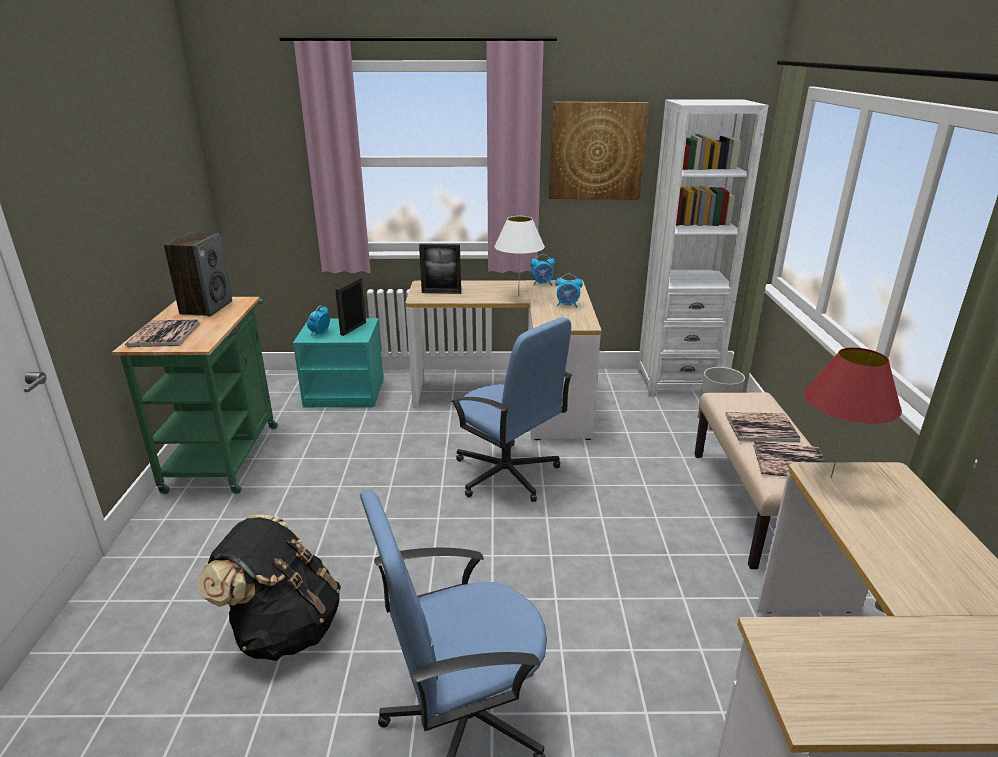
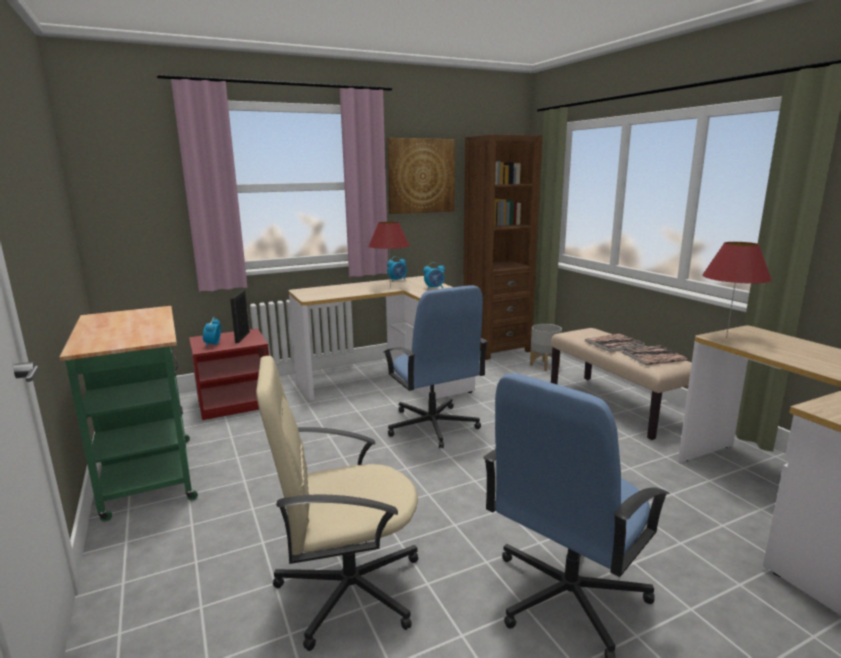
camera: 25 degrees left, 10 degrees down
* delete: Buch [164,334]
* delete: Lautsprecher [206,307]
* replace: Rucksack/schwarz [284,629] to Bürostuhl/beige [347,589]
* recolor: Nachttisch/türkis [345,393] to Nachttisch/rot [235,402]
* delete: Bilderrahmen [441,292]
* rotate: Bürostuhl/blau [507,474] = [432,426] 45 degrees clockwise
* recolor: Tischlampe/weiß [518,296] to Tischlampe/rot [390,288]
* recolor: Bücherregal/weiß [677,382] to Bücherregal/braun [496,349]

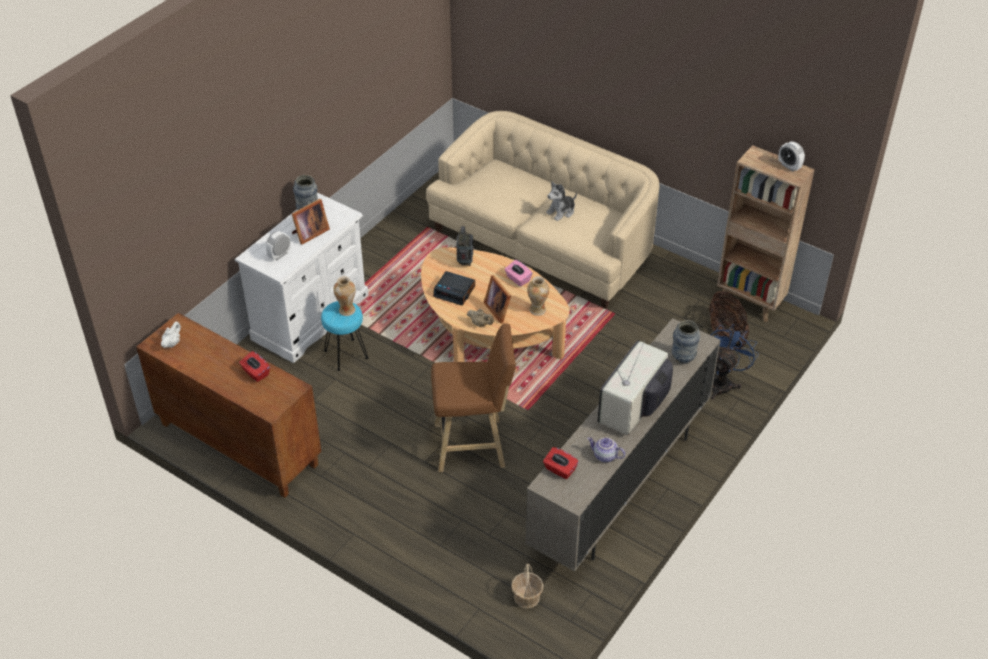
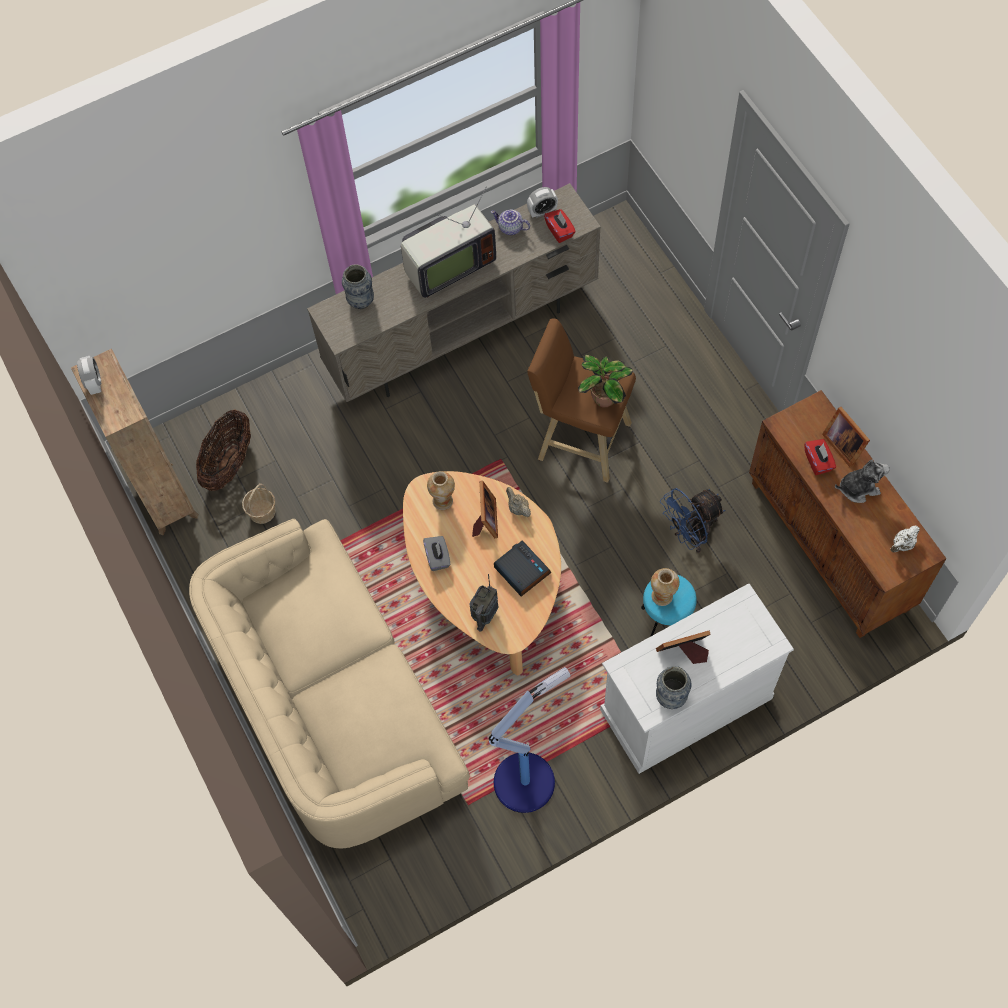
camera: 150 degrees left, 20 degrees up
* move: Wecker [279,255] to [542,211]
* recolor: Taschentuchbox/rosa [518,279] to Taschentuchbox/grau [438,557]
* move: Korb [526,597] to [262,511]
* move: Plüschtier [561,211] to [858,487]
* rotate: Teekanne [604,456] = [510,228] 150 degrees clockwise
* move: Ventilator/blau [723,382] to [690,534]
* insert: Stehlampe [526,780]
* insert: Topfpflanze [602,398]
* insert: Bilderrahmen [843,444]

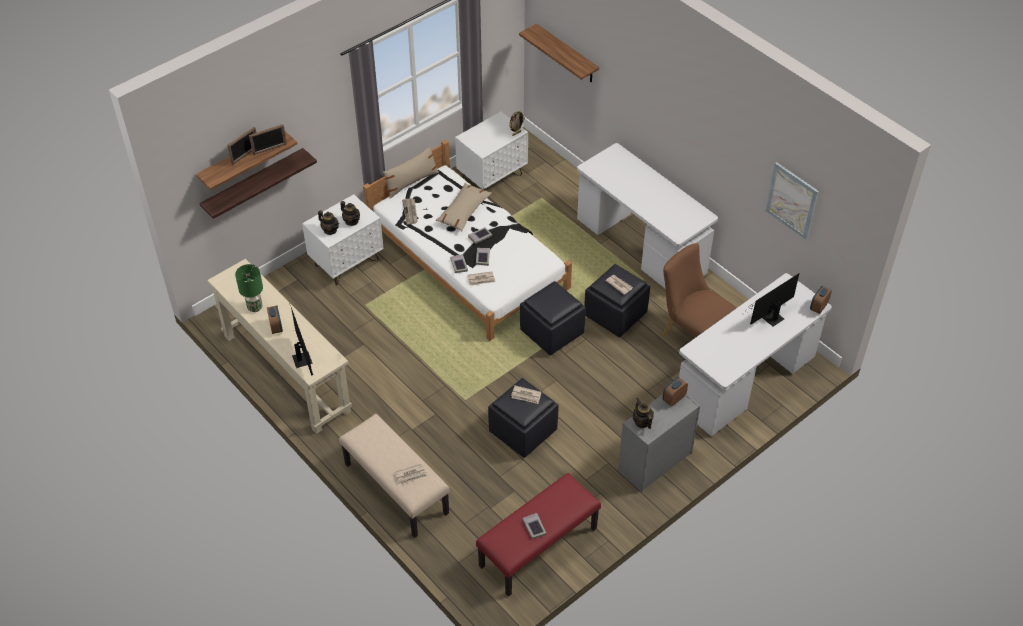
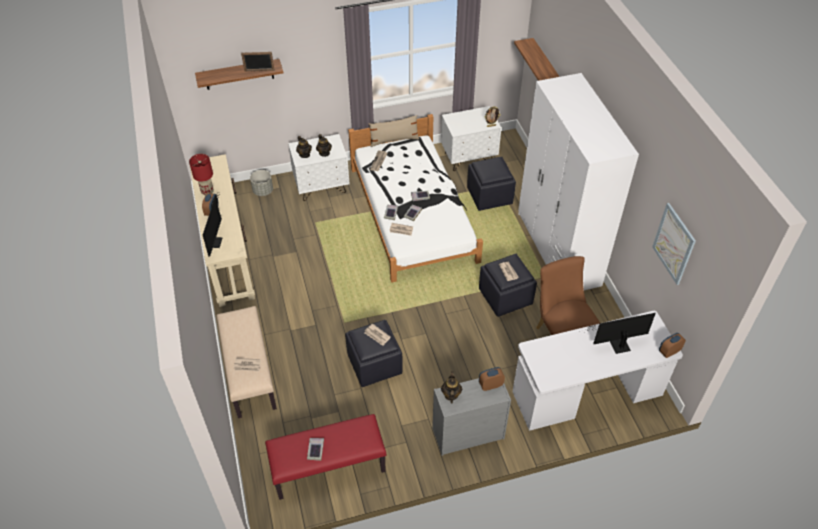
camera: 25 degrees right, 0 degrees up
* delete: Wandregal [254,184]
* delete: Bilderrahmen [245,155]
* recolor: Tischlampe/grün [254,307] to Tischlampe/rot [207,192]
* delete: Kissen/beige [463,211]
* move: Polsterhocker/schwarz [552,331] to [489,195]
* replace: Schreibtisch/weiß [641,246] to Kleiderschrank/weiß [558,249]
* insert: Pflanzkübel/grau [263,191]

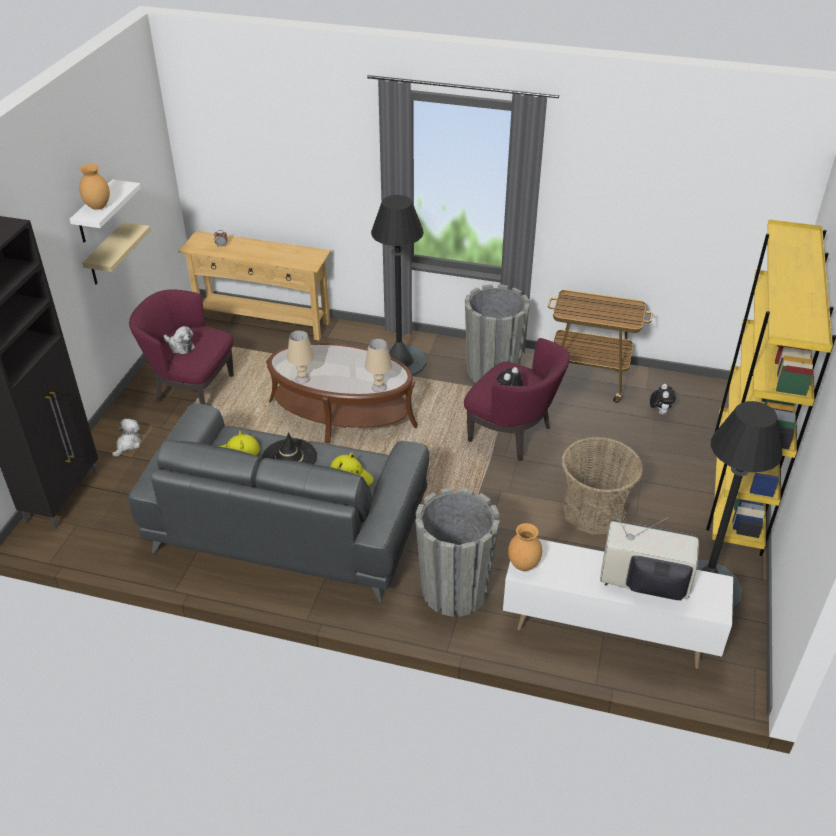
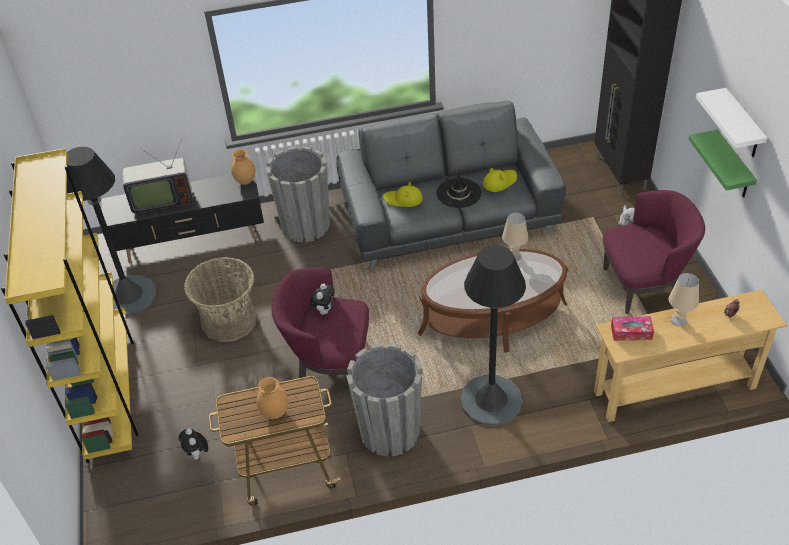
camera: 155 degrees right, 5 degrees up
* move: Vase/braun [98,207] to [274,413]
* recolor: Wandregal/beige [106,255] to Wandregal/grün [733,166]
* delete: Plüschtier [180,346]
* move: Tischlampe/beige [379,387] to [679,320]
* recolor: Fernsehschrank/weiß [608,631] to Fernsehschrank/schwarz [192,242]
* insert: Taschentuchbox [631,332]

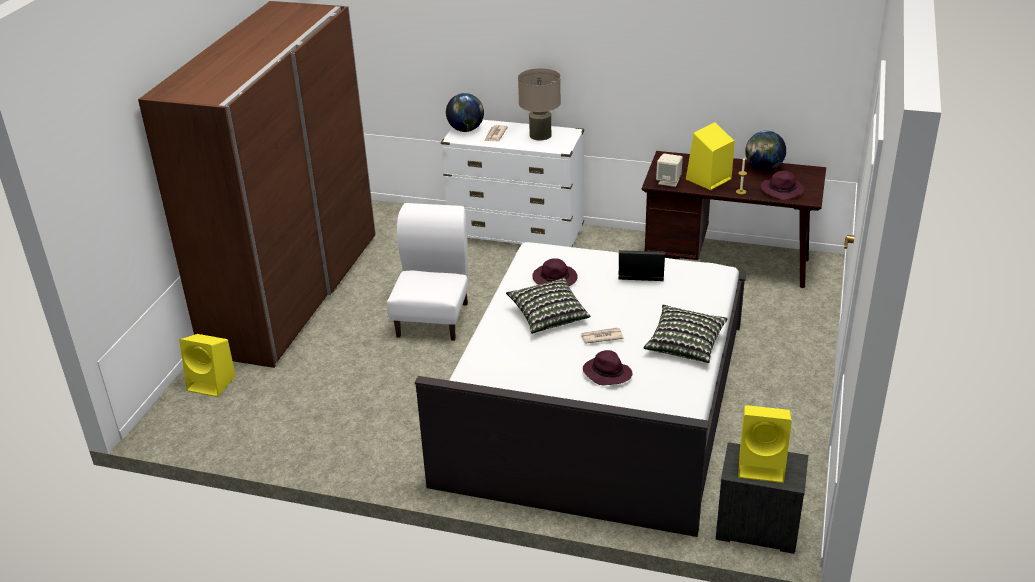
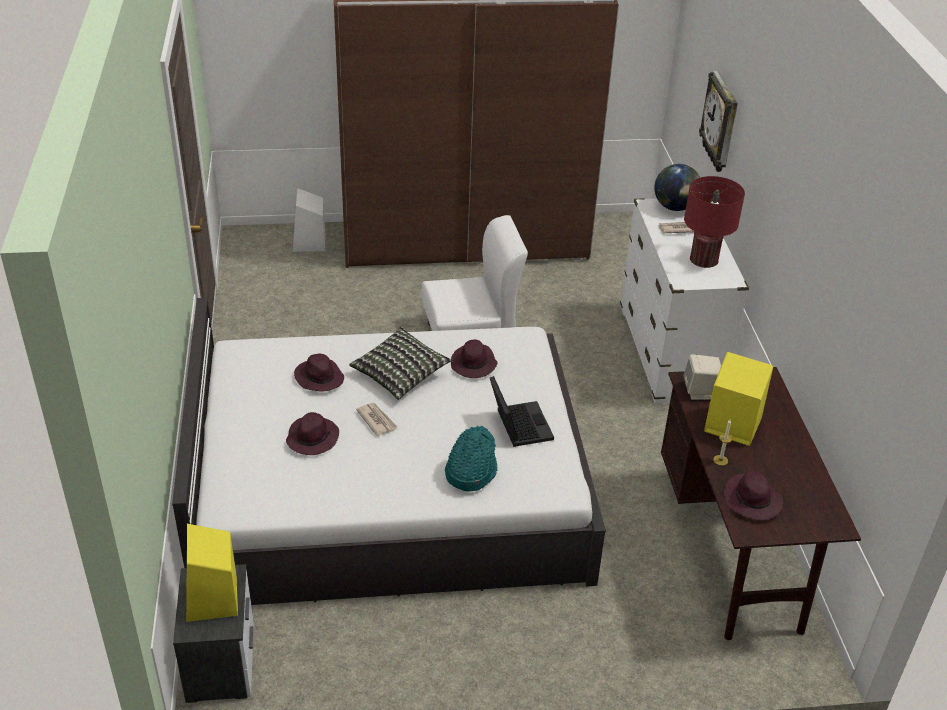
camera: 65 degrees right, 5 degrees up
* recolor: Lautsprecher/gelb [213,383] to Lautsprecher/weiß [309,243]
* recolor: Tischlampe/beige [540,135] to Tischlampe/rot [704,259]
* delete: Kissen [685,345]
* delete: Globus [763,169]
* insert: Hut/lila [319,378]
* insert: Hut/türkis [470,471]
* insert: Wanduhr [721,123]

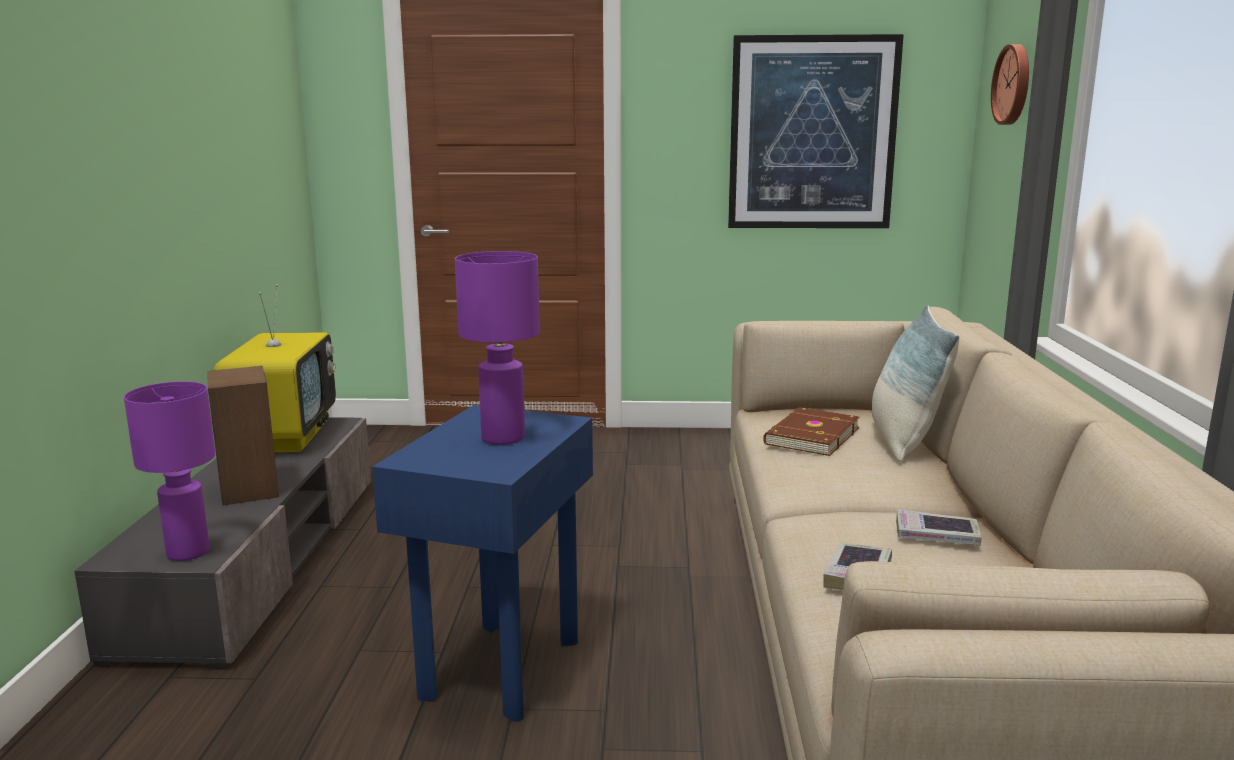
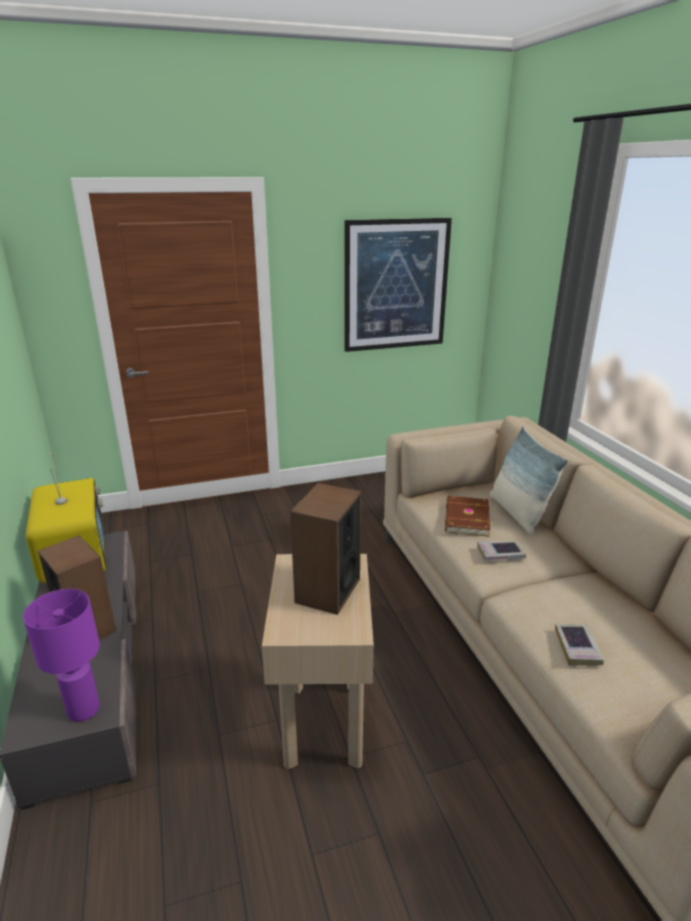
camera: 20 degrees left, 10 degrees up
* recolor: Beistelltisch/blau [499,668] to Beistelltisch/beige [322,724]
* replace: Tischlampe/lila [503,438] to Lautsprecher [327,590]
* move: Buch [936,535] to [500,554]
* delete: Wanduhr [1014,84]

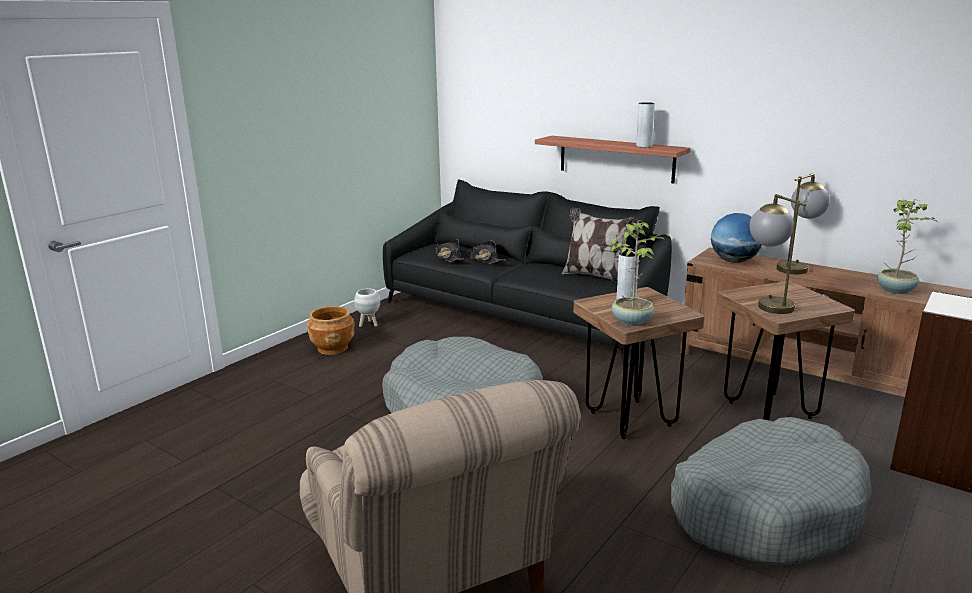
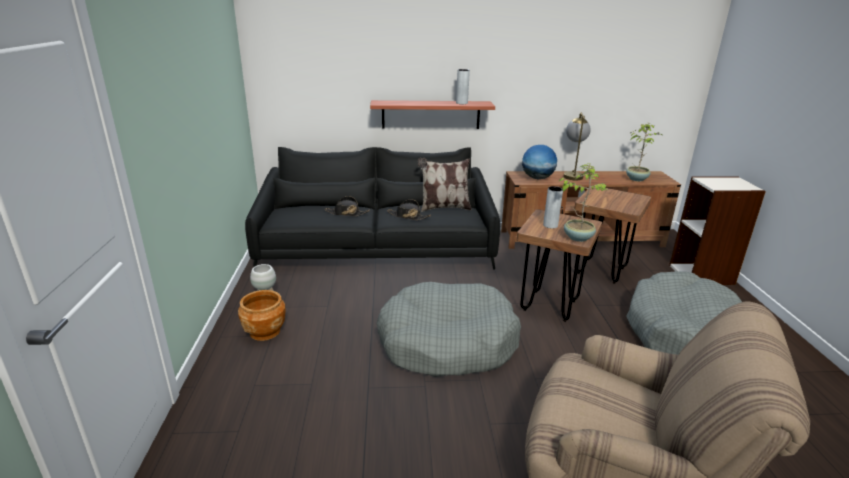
camera: 40 degrees left, 5 degrees up
* move: Hut/schwarz [448,257] to [408,216]
* delete: Tischlampe [767,303]

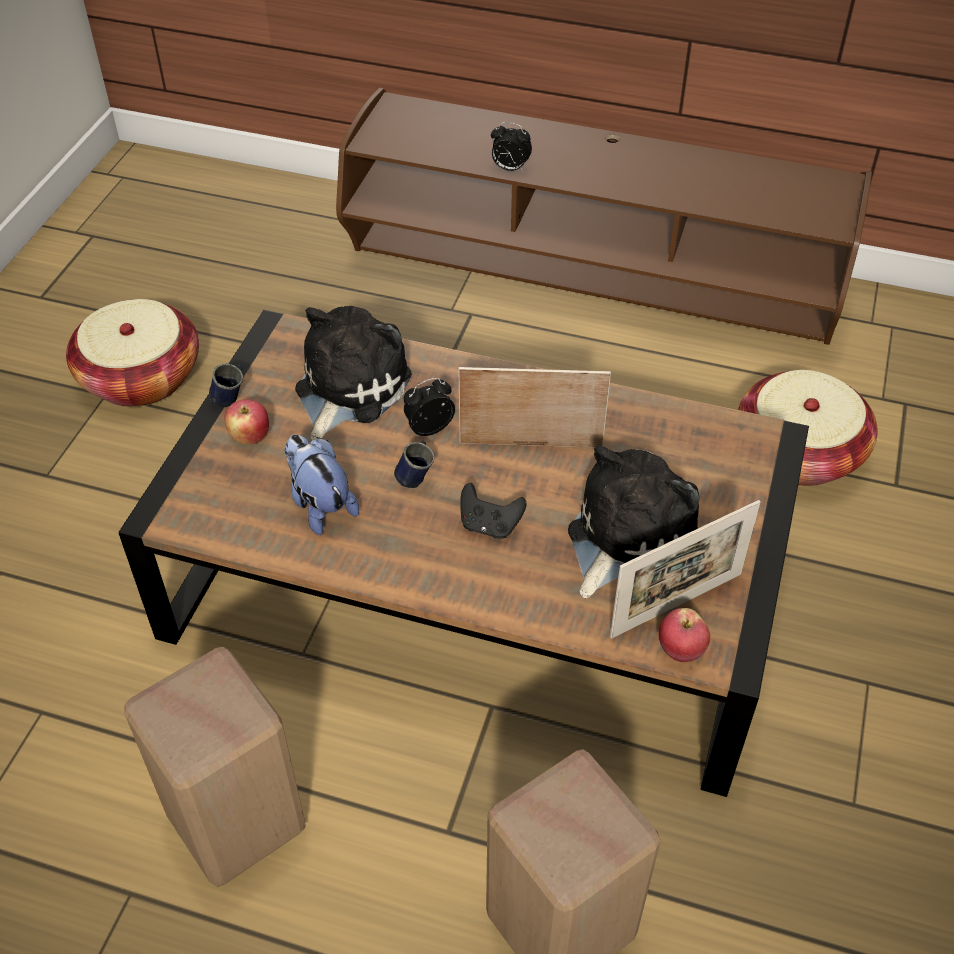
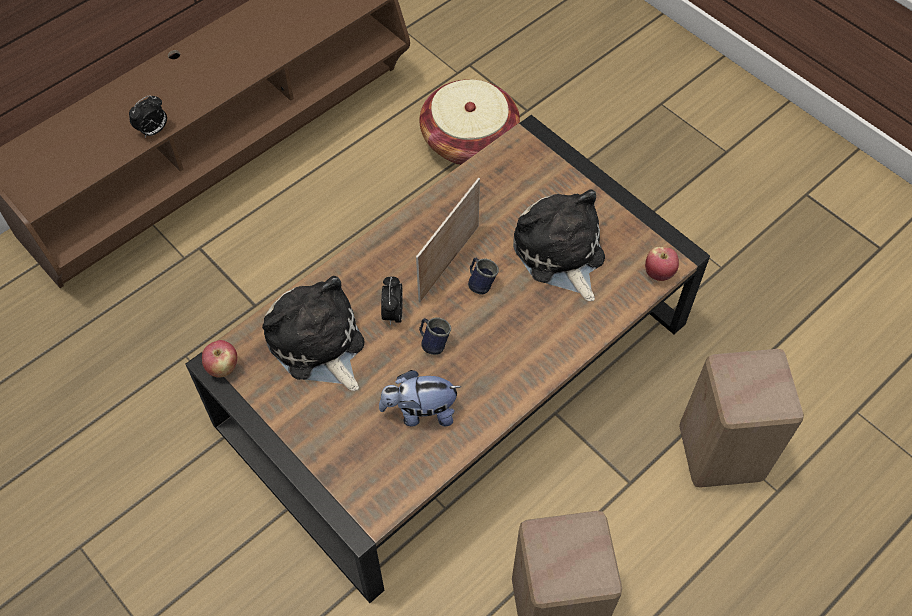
camera: 60 degrees left, 10 degrees up
* delete: Korb [141,378]
* move: Henkelbecher/blau [231,398] to [480,283]
* move: Apfel [250,437] to [223,368]
* delete: Gamepad/schwarz [489,525]
* delete: Bilderrahmen [676,605]

